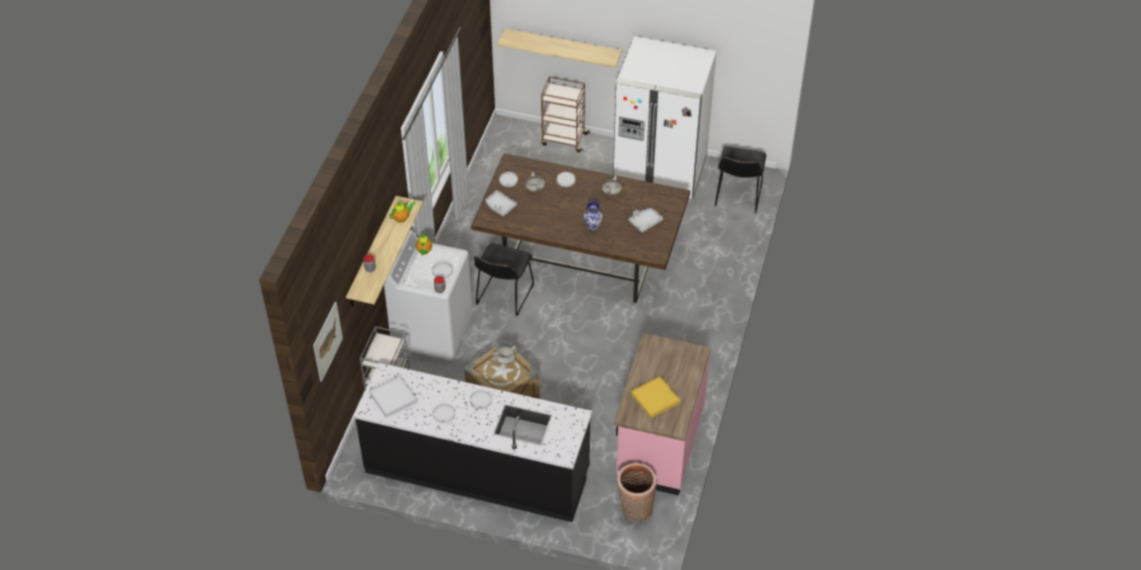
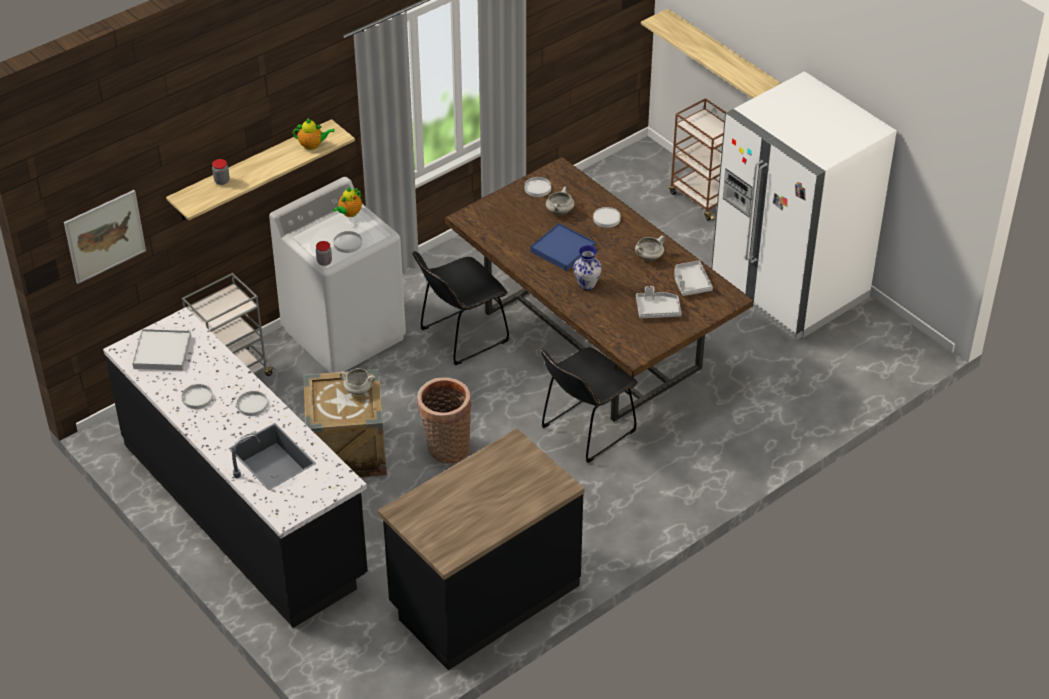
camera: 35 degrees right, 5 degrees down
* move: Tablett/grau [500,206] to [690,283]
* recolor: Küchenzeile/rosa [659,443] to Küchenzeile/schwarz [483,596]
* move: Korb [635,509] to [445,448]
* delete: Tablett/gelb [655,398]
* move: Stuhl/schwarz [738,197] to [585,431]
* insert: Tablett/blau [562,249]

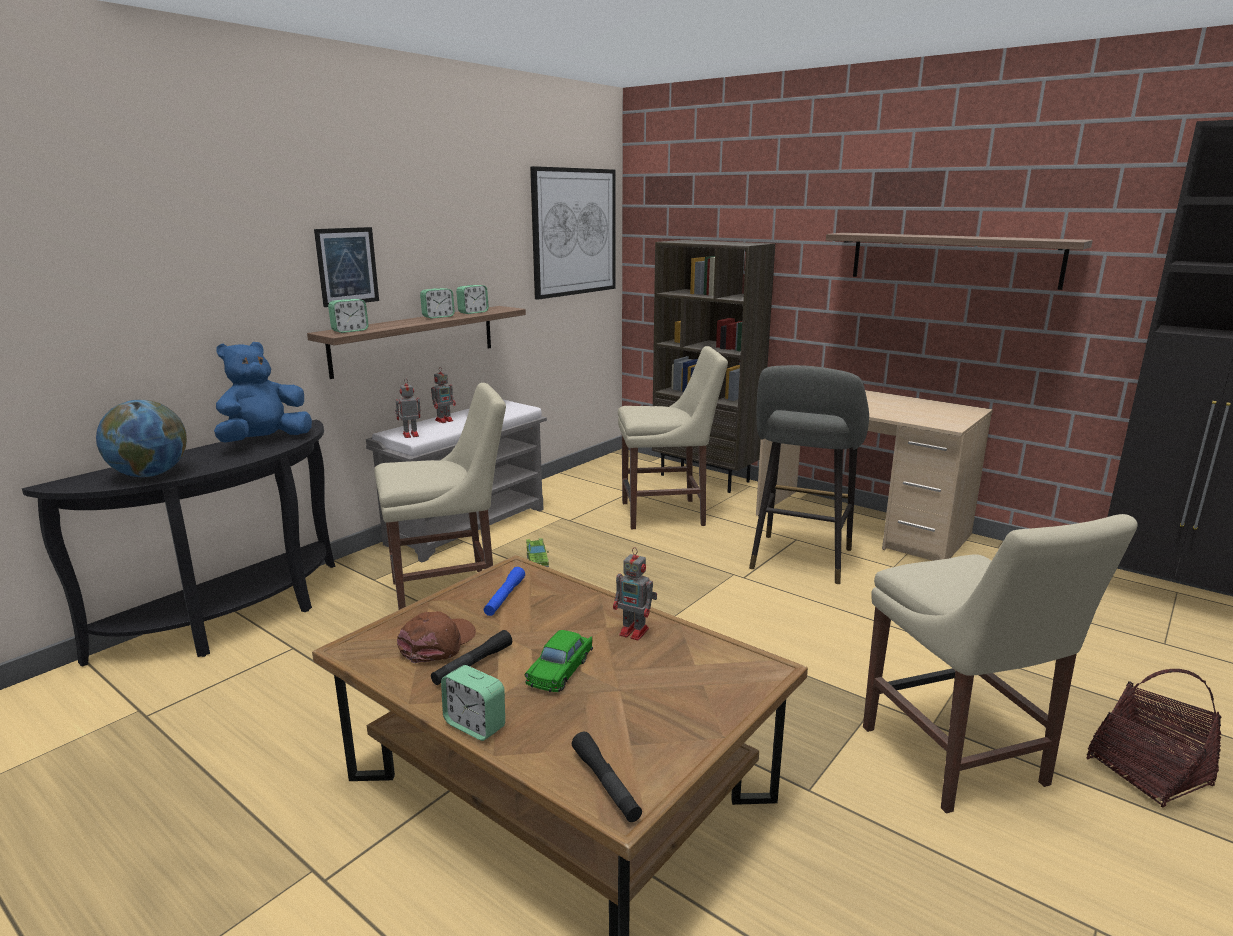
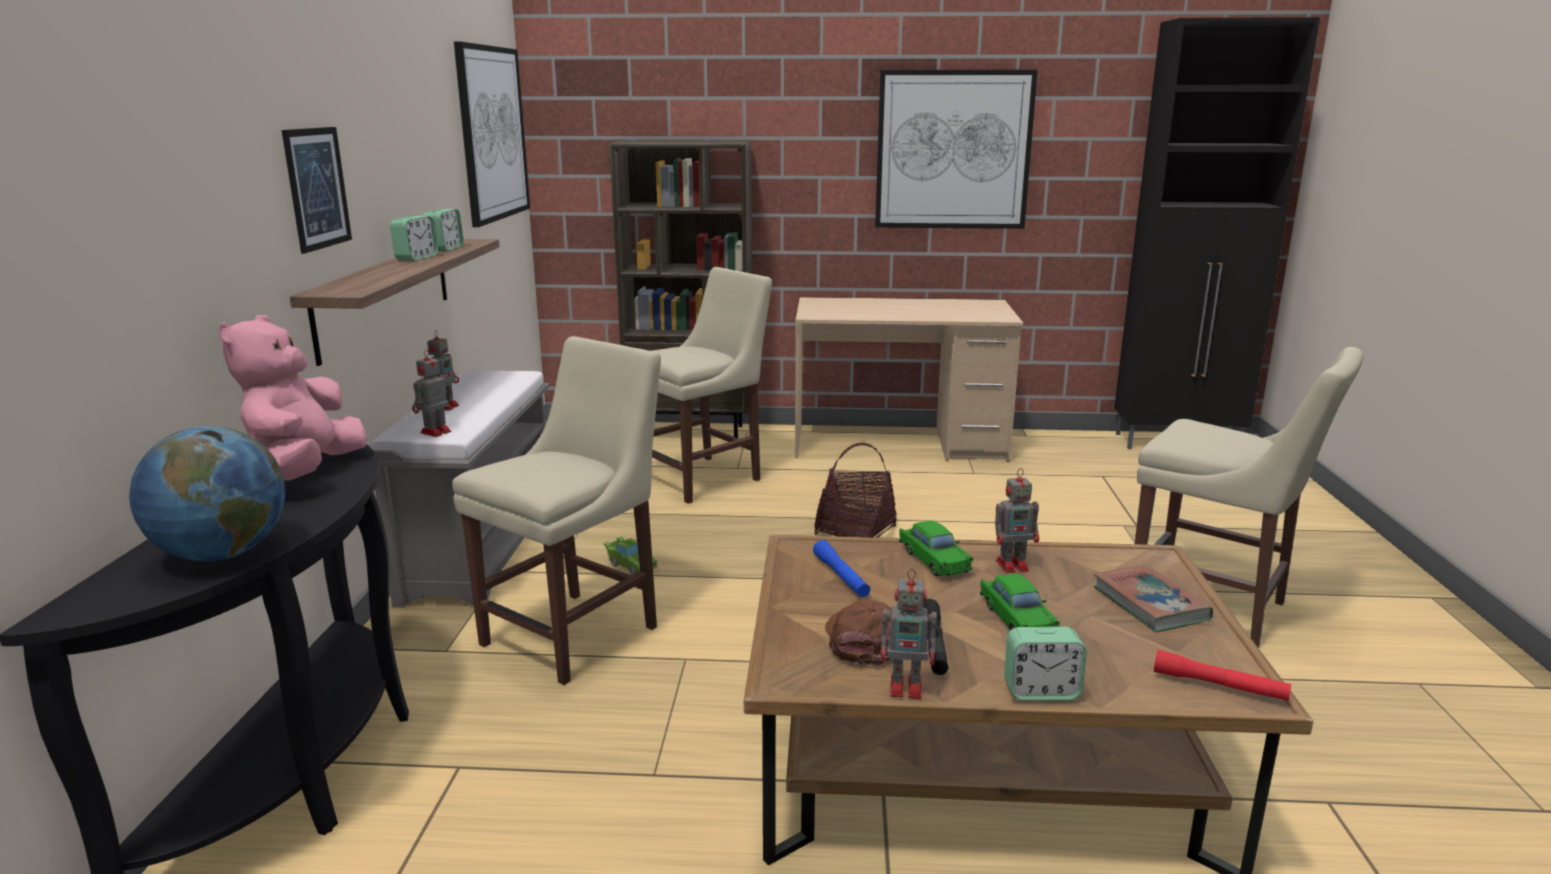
camera: 35 degrees left, 0 degrees up
* recolor: Plüschtier/blau [264,441] to Plüschtier/rosa [306,472]
* delete: Wecker [350,331]
* recolor: Taschenlampe/schwarz [606,784] to Taschenlampe/rot [1219,686]
* delete: Hocker/grau [799,561]
* replace: Wandregal [953,259] to Bild [953,150]
* move: Korb [1148,772] to [855,531]
* insert: Spielzeugroboter [908,687]
* insert: Spielzeugauto/grün [934,560]
* insert: Buch [1150,604]

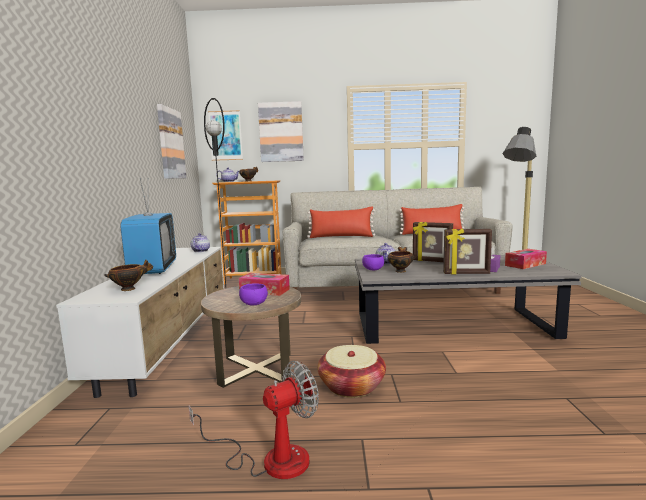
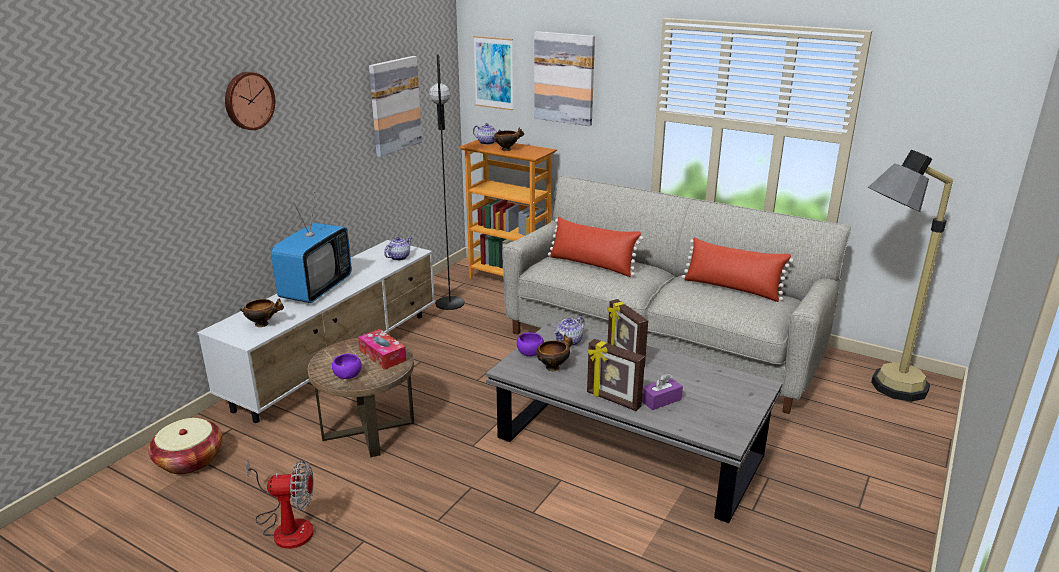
camera: 30 degrees right, 15 degrees up
* move: Korb [351,386] to [190,460]
* delete: Taschentuchbox [525,264]
* insert: Wanduhr [248,100]

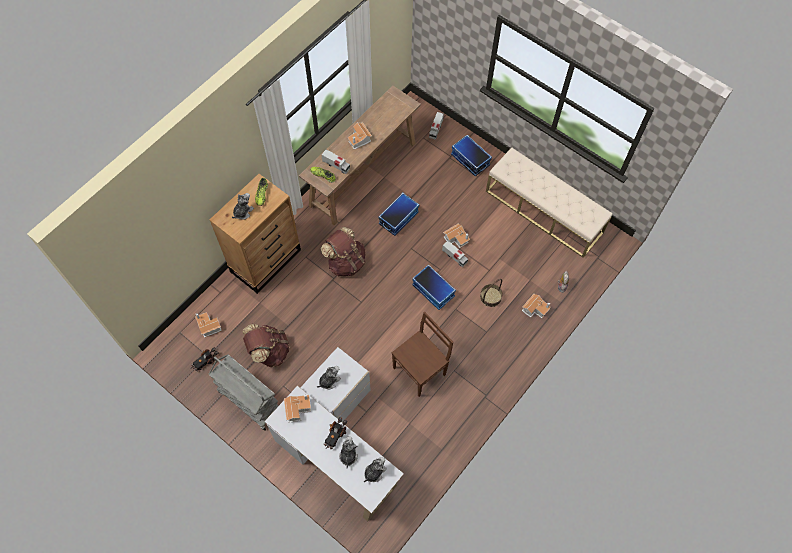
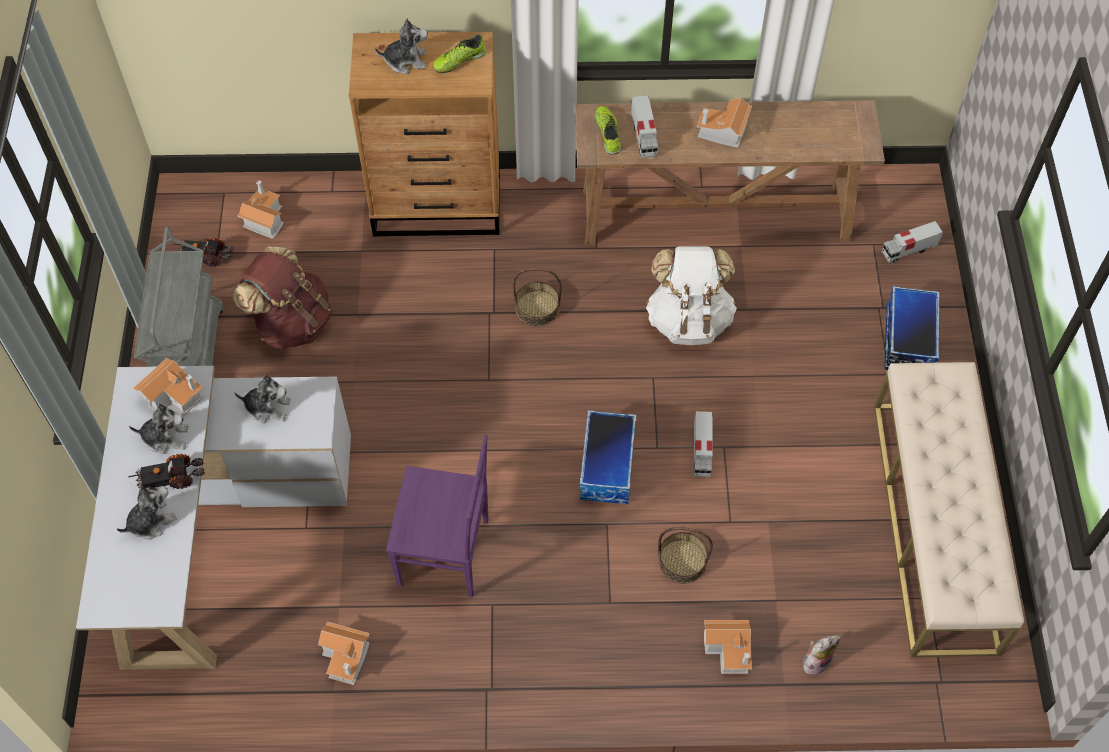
camera: 50 degrees right, 5 degrees down
* replace: Rucksack/braun [346,262] to Korb [537,308]
* move: Plüschtier [374,472] to [166,437]
* replace: Aufbewahrungsbox [398,218] to Rucksack/weiß [688,319]
* recolor: Stuhl/braun [420,370] to Stuhl/lila [446,553]
* move: Spielzeughaus [457,238] to [347,657]

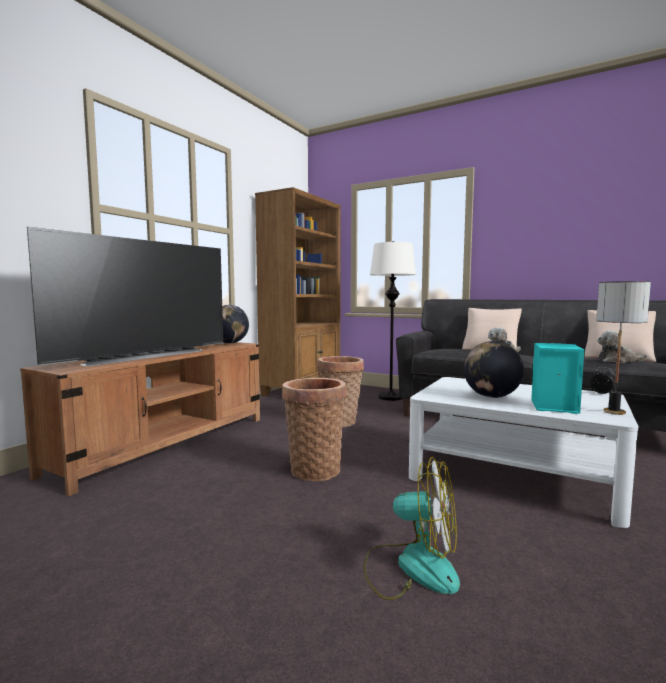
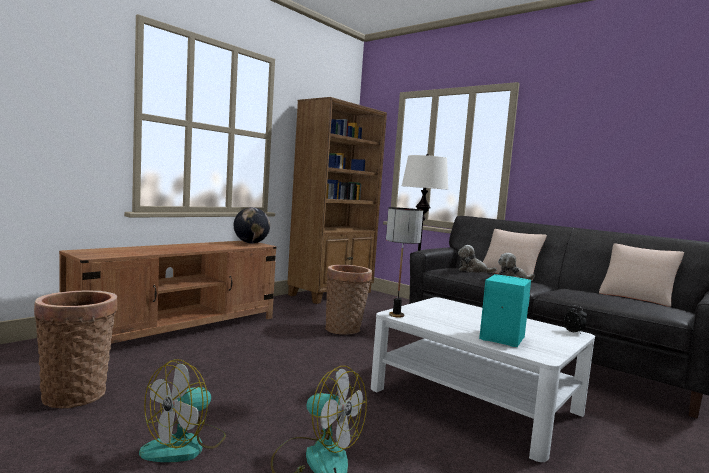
camera: 10 degrees right, 0 degrees up
* delete: Fernseher [143,356]
* move: Korb [314,469] to [76,393]
* delete: Globus [491,397]
* move: Tischlampe [614,412] to [397,315]
* move: Plüschtier [618,361] to [473,271]
* insert: Ventilator [185,445]

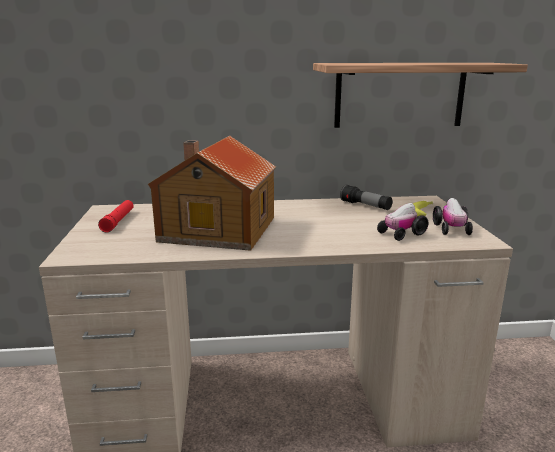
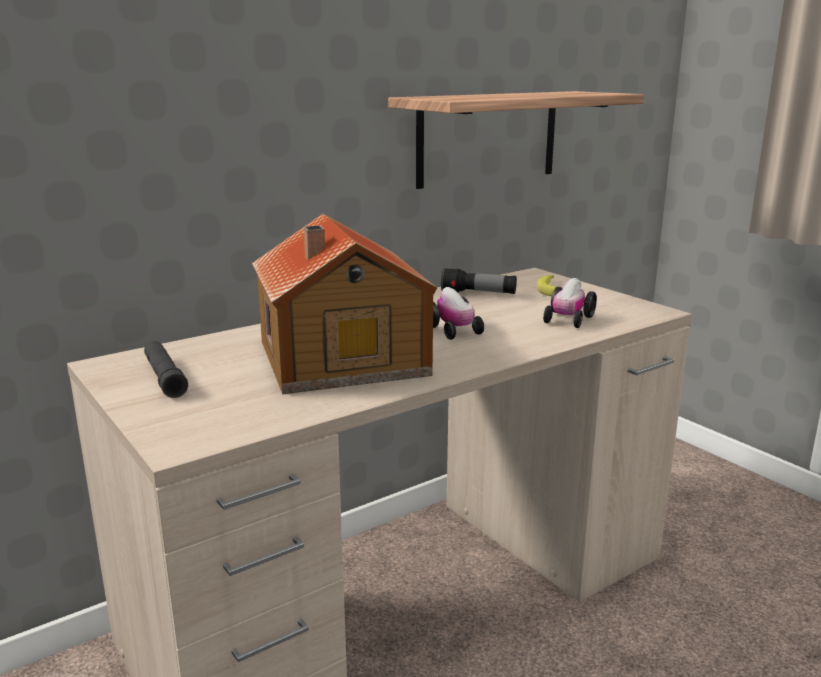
camera: 30 degrees left, 0 degrees up
* recolor: Taschenlampe/rot [118,221] to Taschenlampe/schwarz [165,377]
* move: Spielzeugauto [451,229] to [453,330]

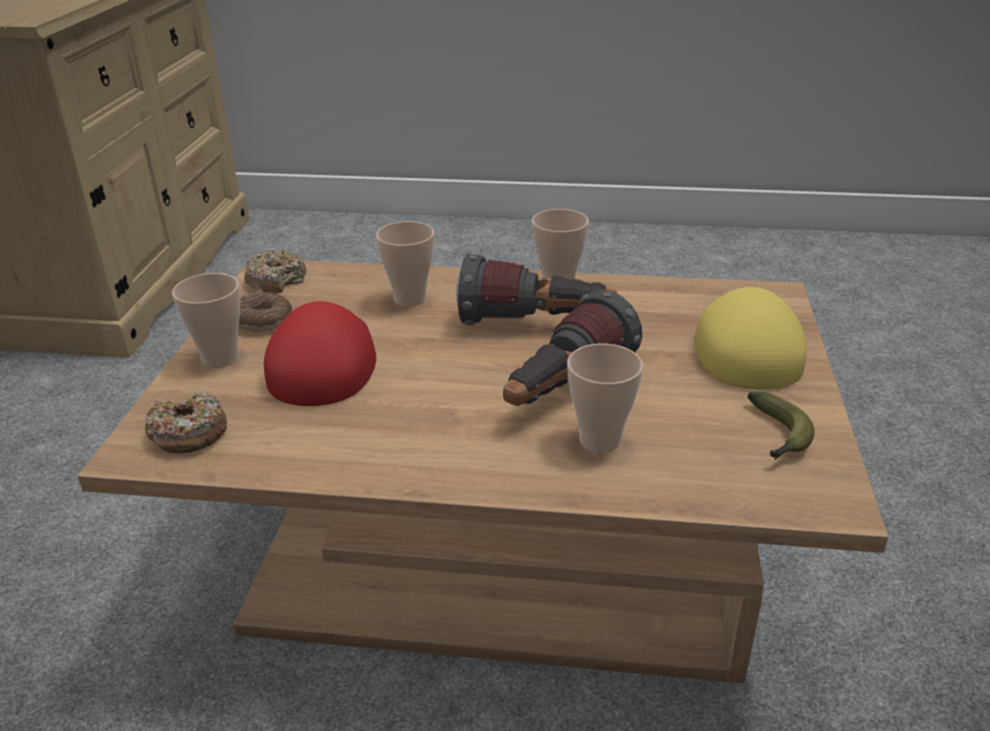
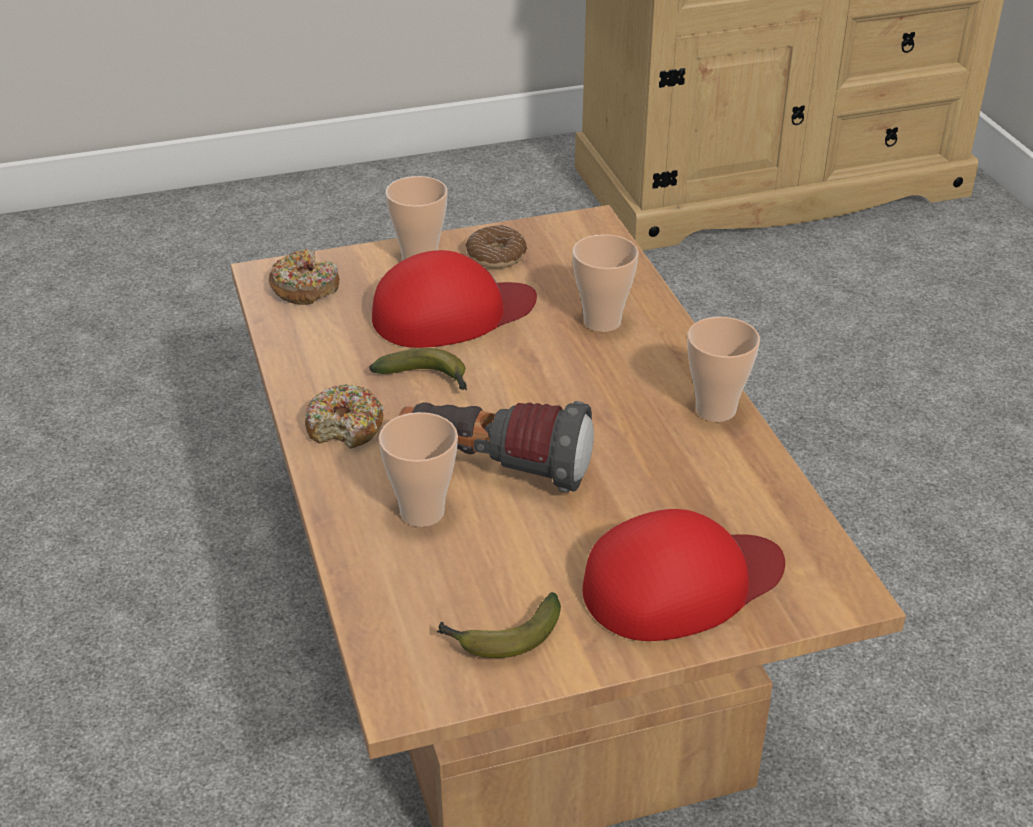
camera: 65 degrees right, 5 degrees up
* move: Donut [276,281] to [345,427]
* delete: Taschenlampe [536,325]
* recolor: Kappe/gelb [744,346] to Kappe/rot [681,584]
* insert: Banane [427,380]

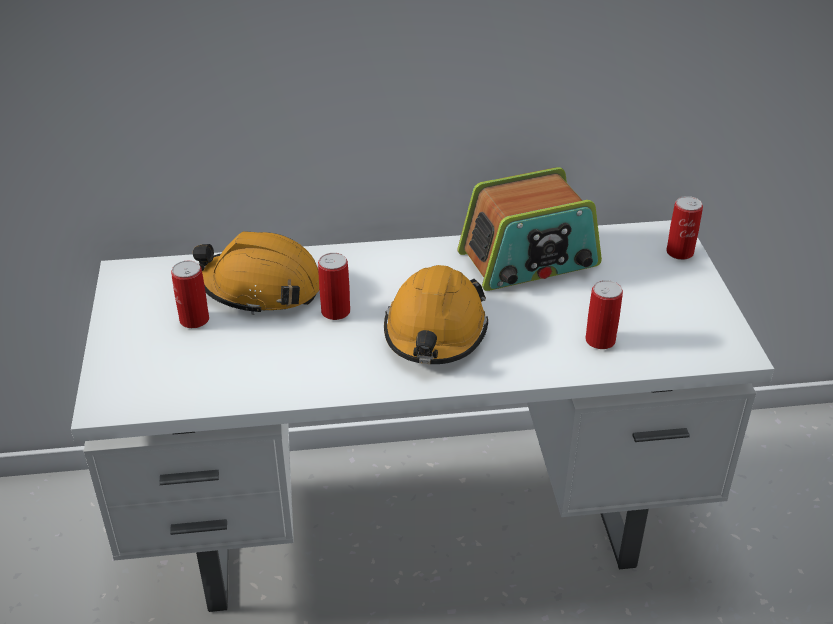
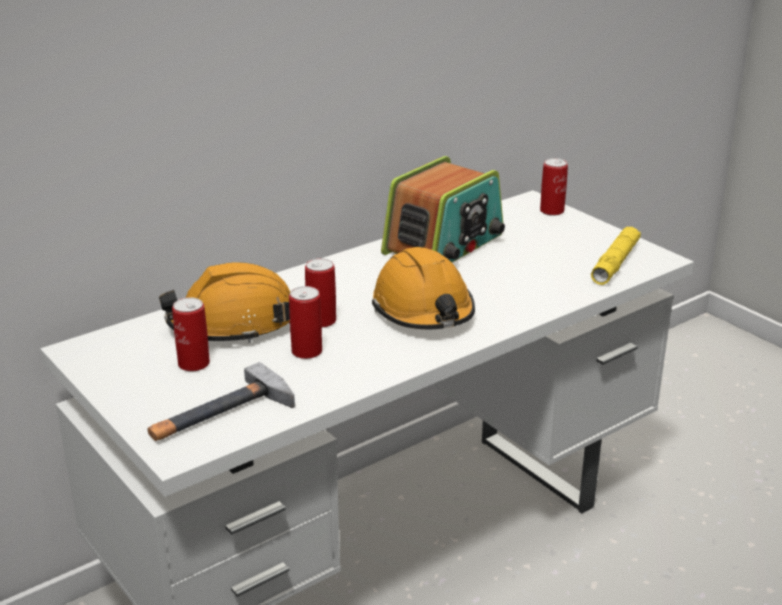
camera: 30 degrees left, 10 degrees down
* move: Dose [600,340] to [307,351]
* insert: Hammer [220,415]
* insert: Taschenlampe/gelb [615,263]

